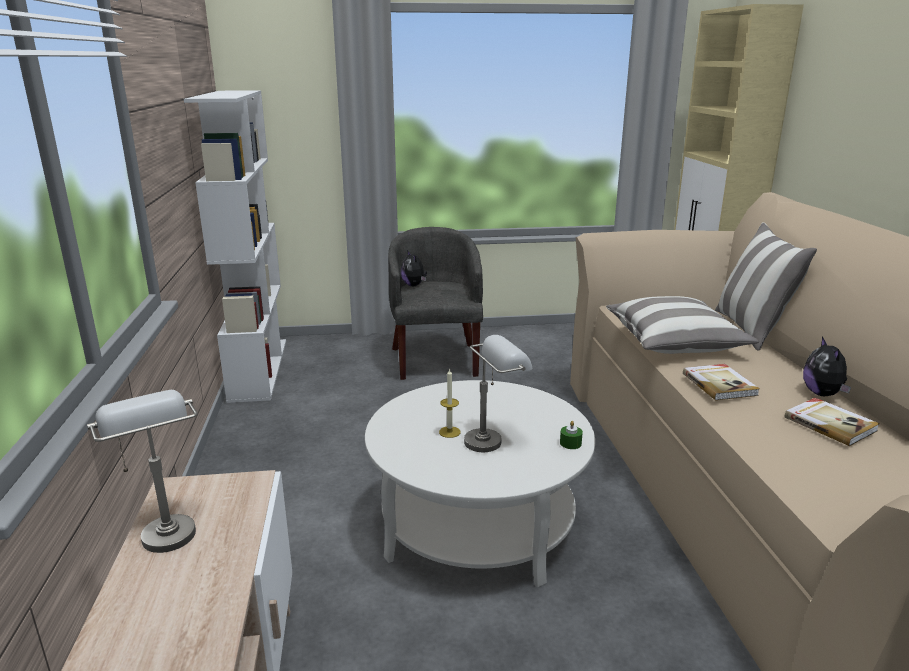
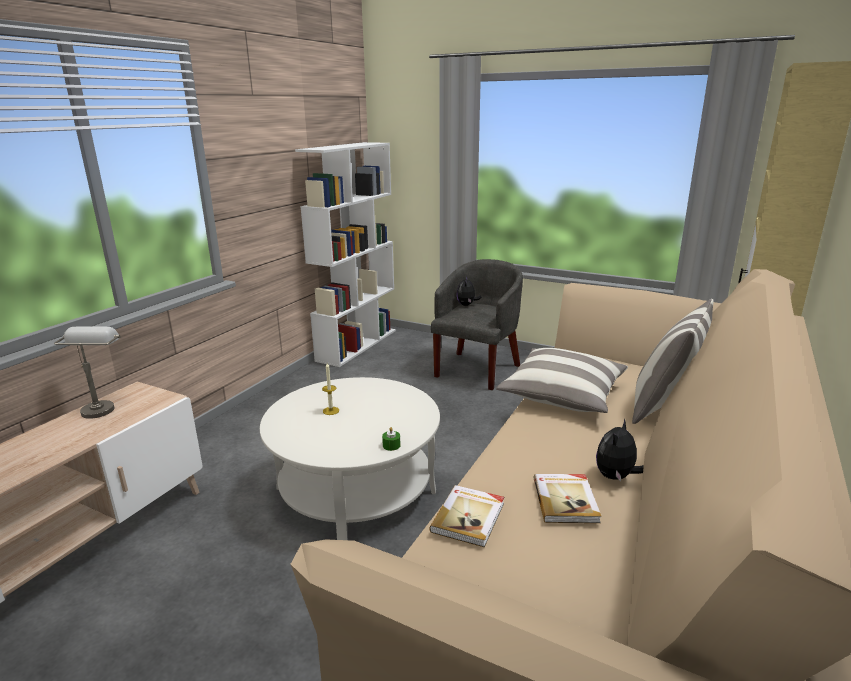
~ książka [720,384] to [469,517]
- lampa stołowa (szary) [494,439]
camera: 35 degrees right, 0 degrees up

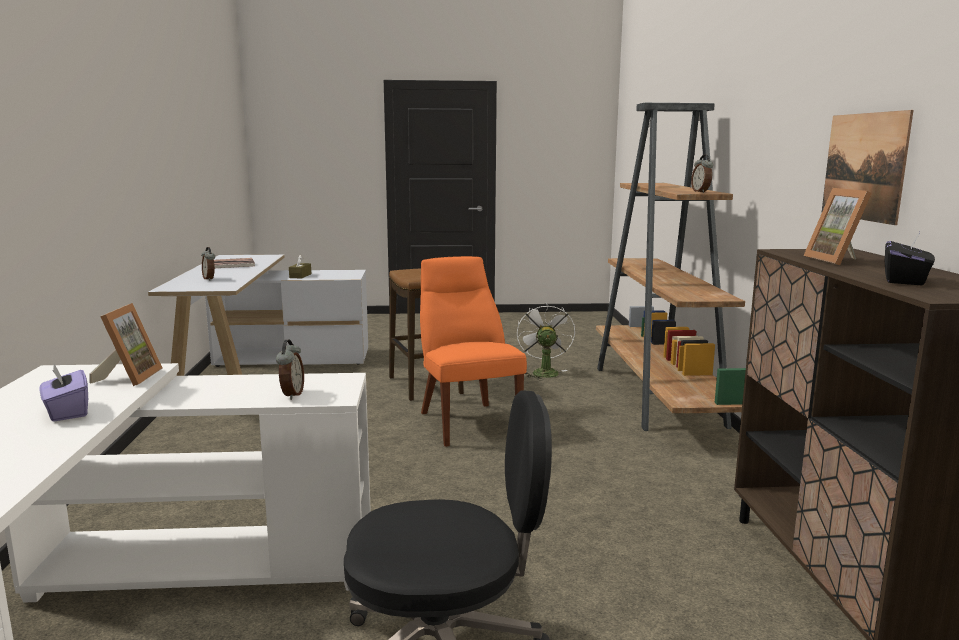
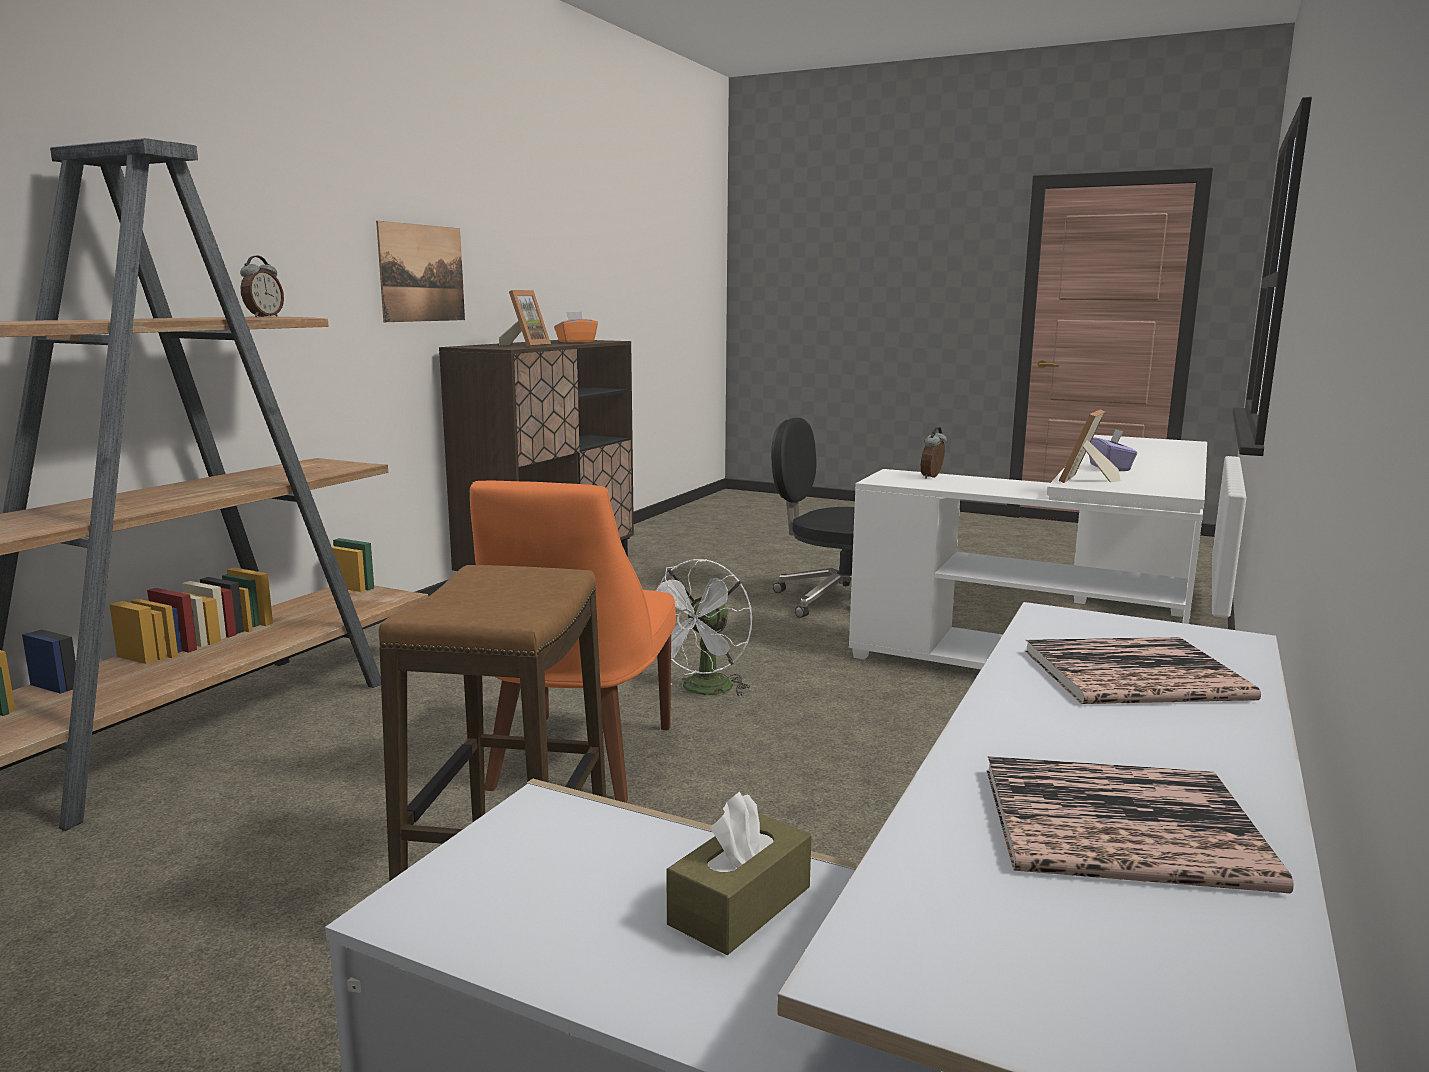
~ pudełko chusteczek (czarny) [905,281] to pudełko chusteczek (pomarańczowy) [576,342]
~ wentylator (biały) [543,372] to [703,691]
~ budzik [210,279] to książka [1134,675]
camera: 150 degrees left, 0 degrees up

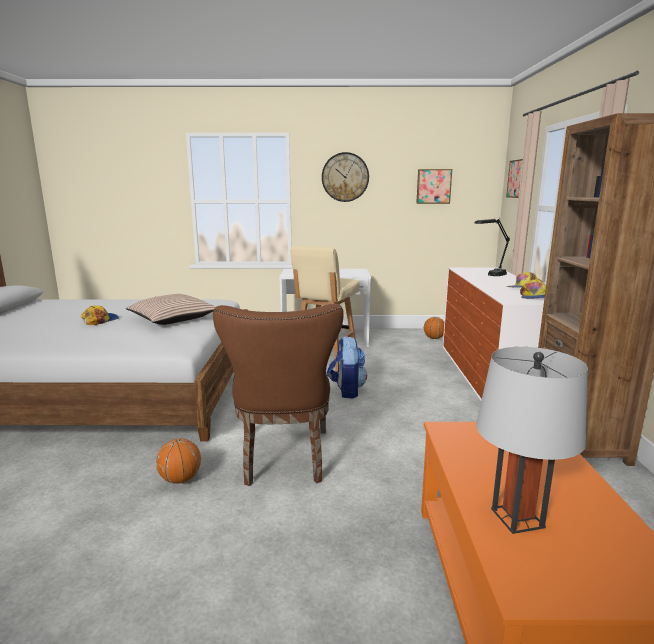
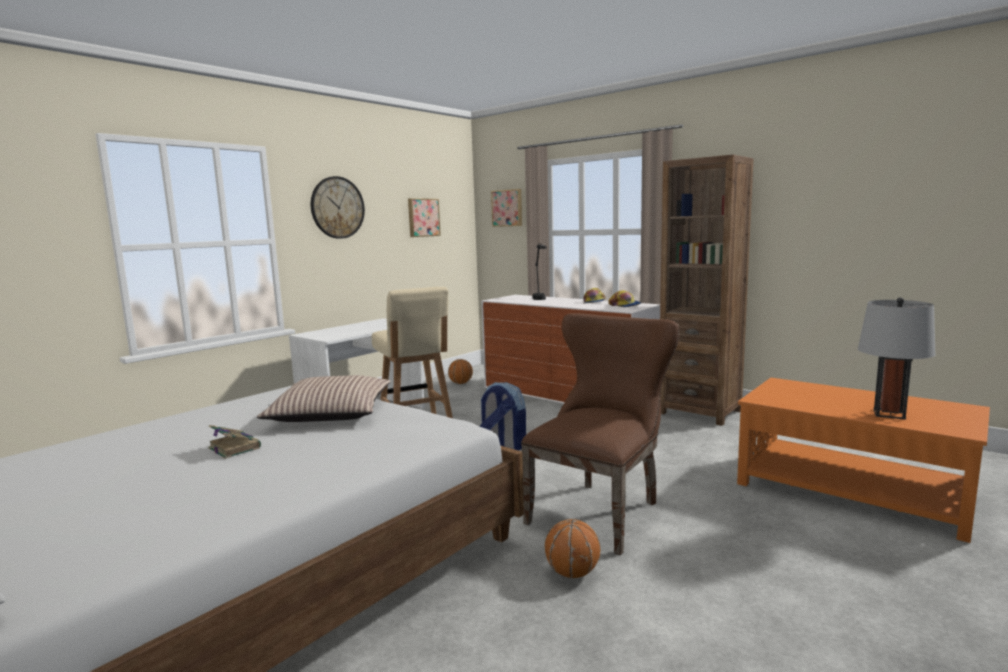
~ czapka z daszkiem [100,320] to książka [234,448]
~ krzesło (brązowy) [284,460] = [600,510] 90 degrees counterclockwise
camera: 50 degrees left, 5 degrees down

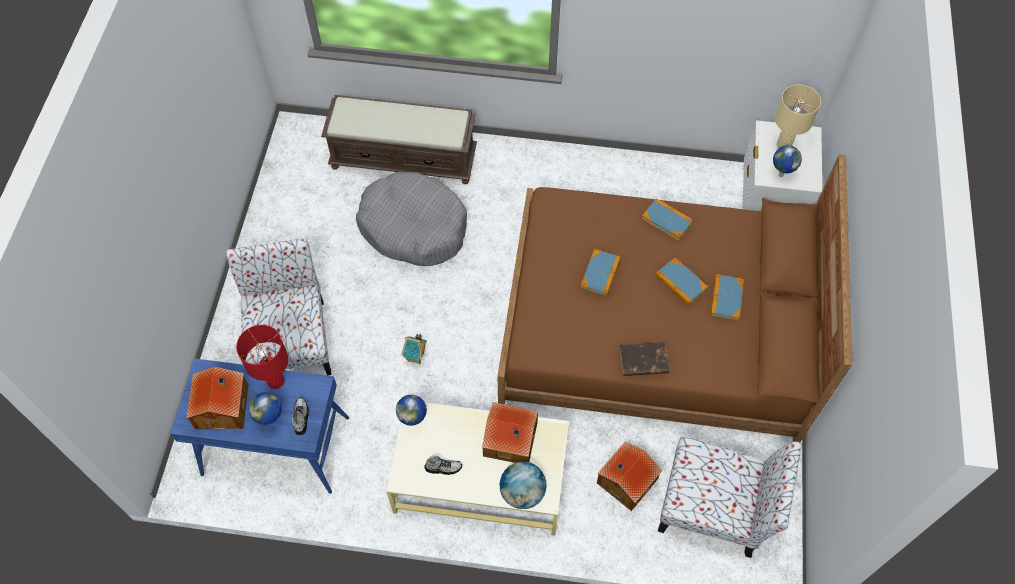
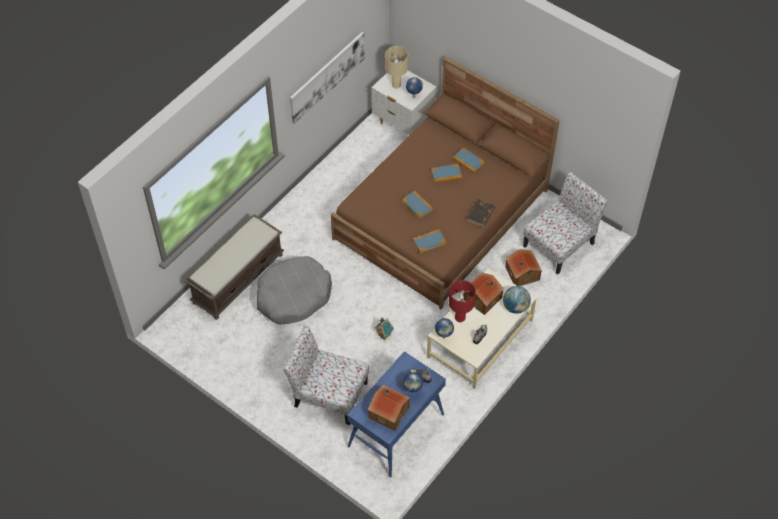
+ obraz [327,76]
~ książka [667,220] to [429,242]
~ lampa stołowa (czerwony) [276,381] to [460,317]
camera: 60 degrees left, 5 degrees down

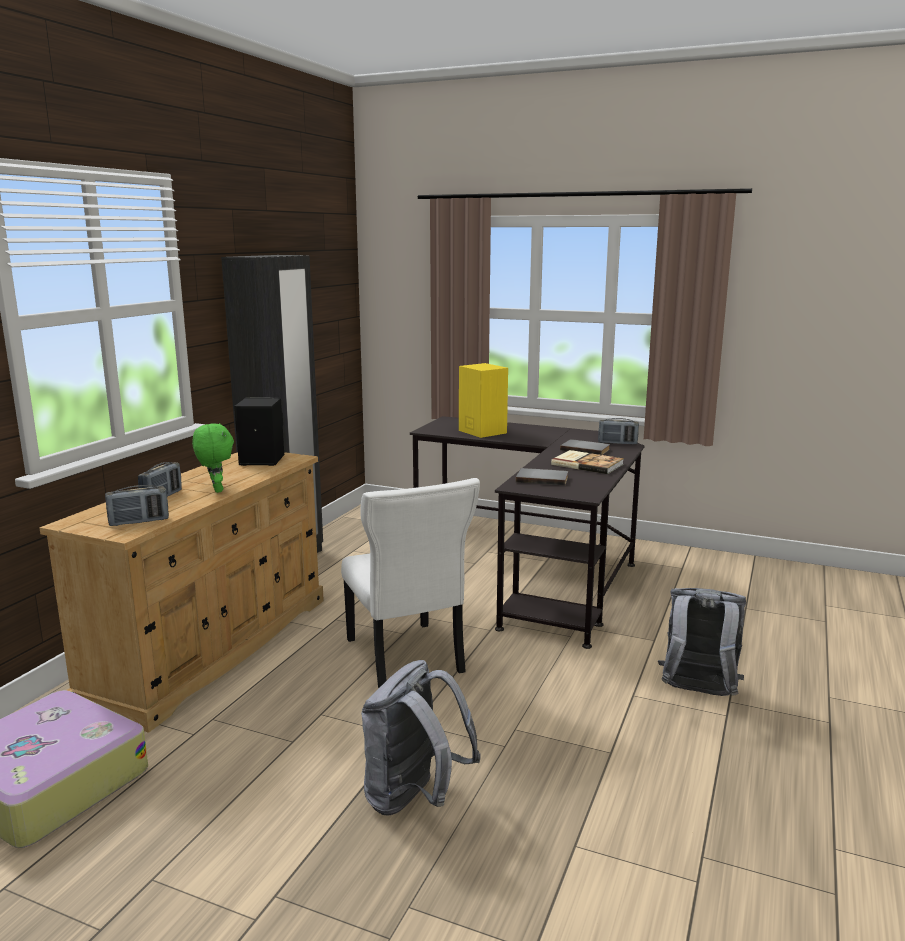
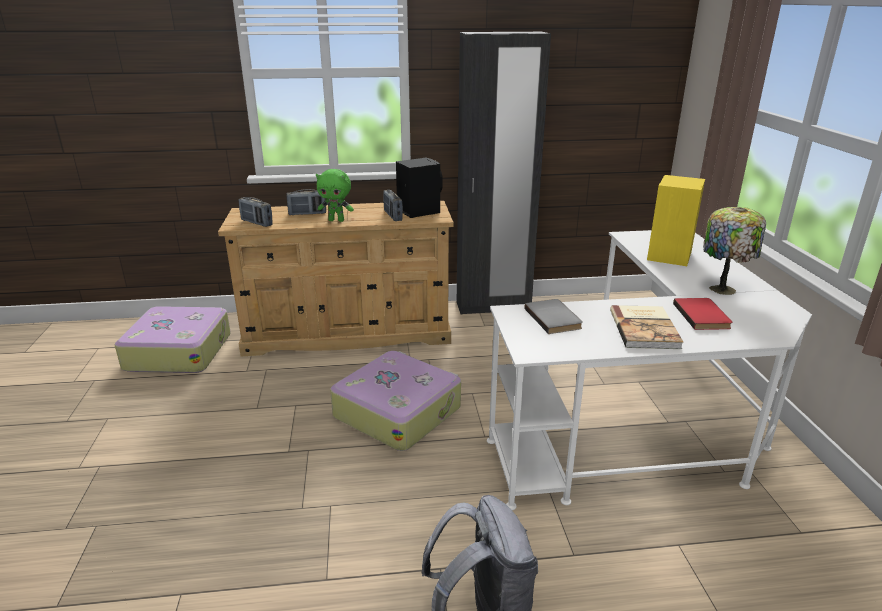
~ pluszak (zielony) [216,490] = [336,220] 60 degrees clockwise
~ krzesło (biały) [405,658] to walizka [397,411]
~ radio [617,443] to [393,216]
~ biurko (czarny) [536,568] to biurko (biały) [643,421]
~ książka (szary) [585,449] to książka (czerwony) [703,316]
+ lampa stołowa [723,288]
- plecak (szary) [414,799]
camera: 60 degrees right, 10 degrees up

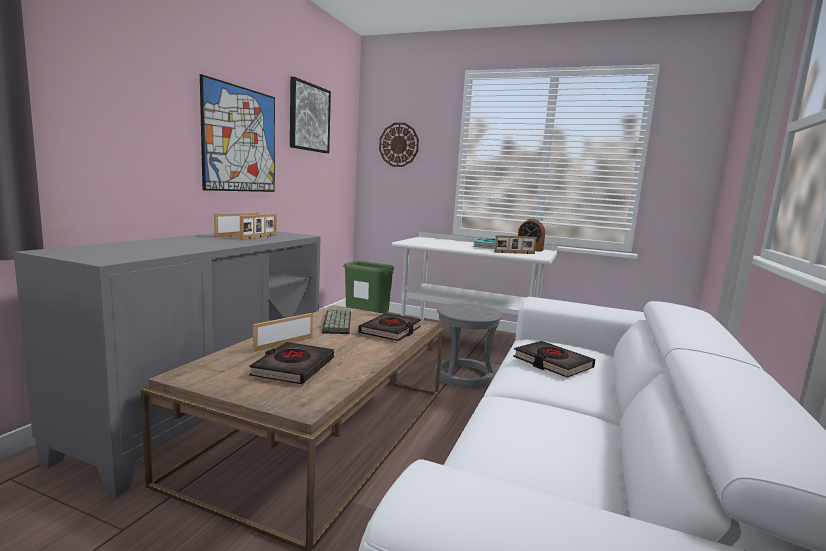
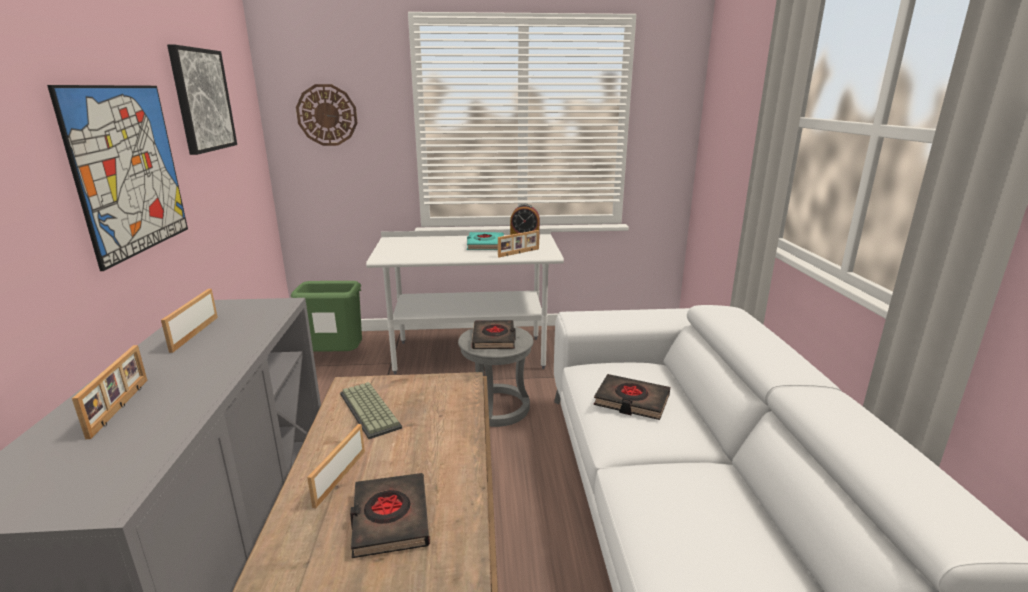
~ ramka na zdjęcie [260,237] to [121,407]
~ książka (czarny) [391,331] to [494,338]
camera: 25 degrees left, 10 degrees up

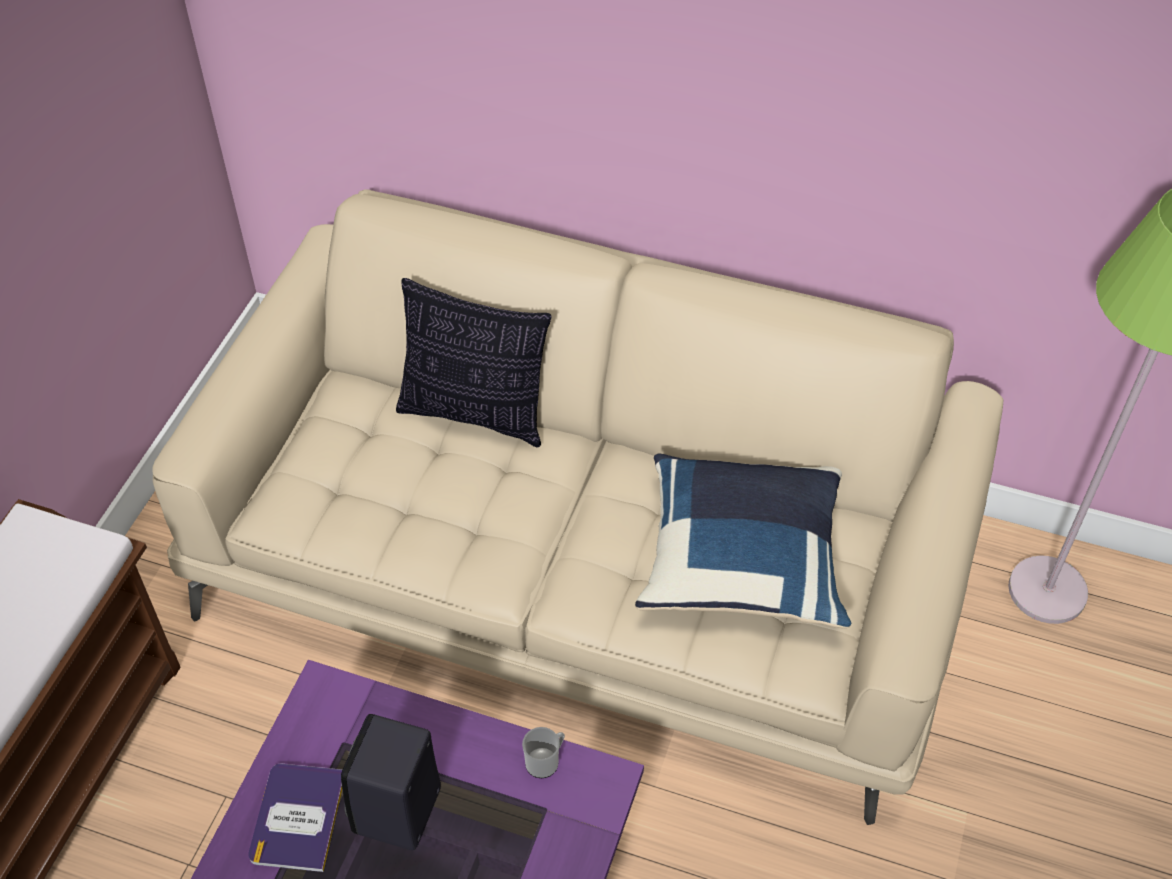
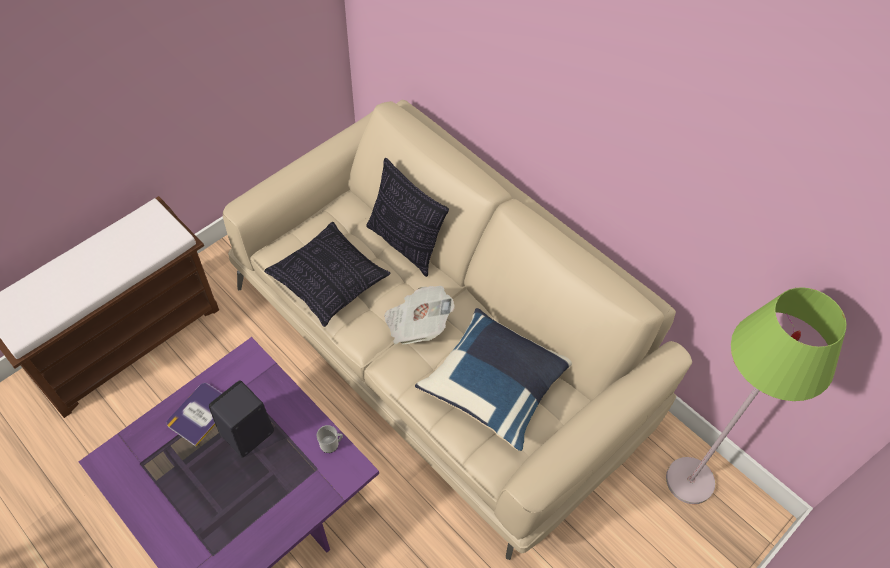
+ poduszka [329,281]
+ gazeta [417,324]
camera: 25 degrees right, 5 degrees up

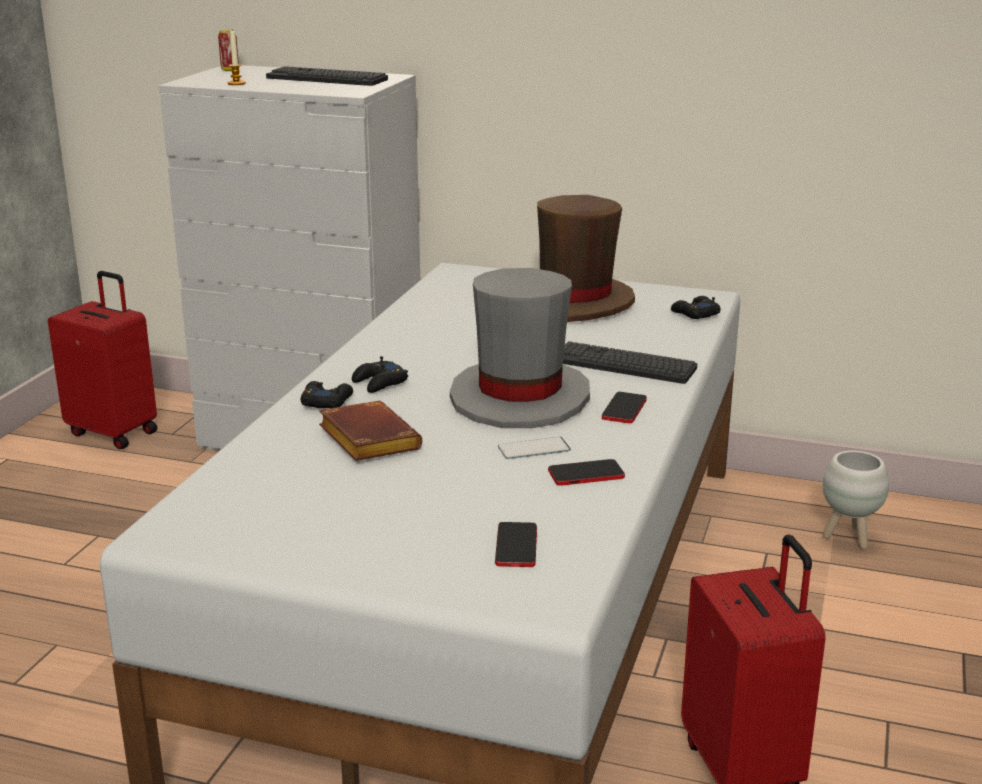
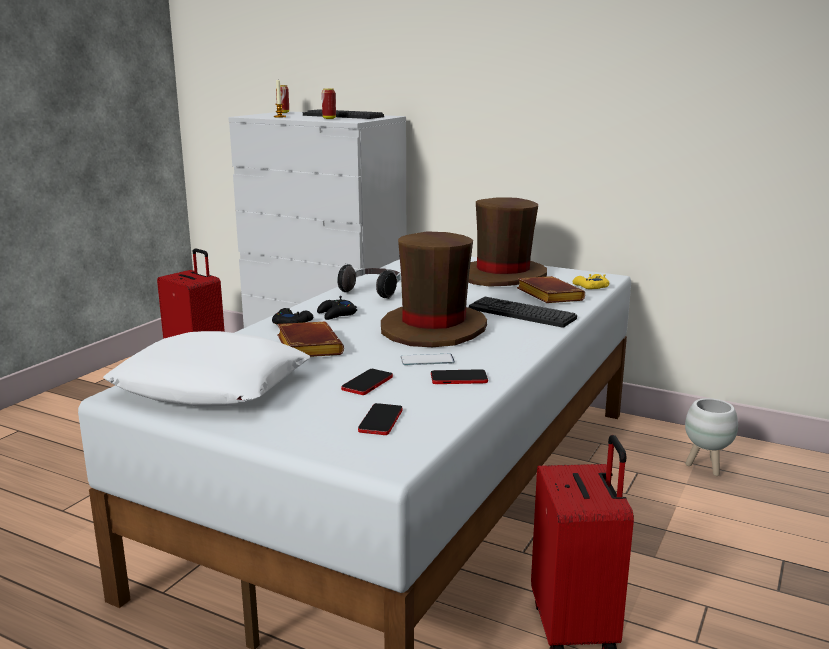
+ poduszka (biały) [211,385]
+ puszka [329,118]
+ słuchawki [373,292]
~ telefon [624,409] to [367,383]
~ kapelusz (szary) [520,398] to kapelusz (brązowy) [433,329]
+ książka (brązowy) [547,296]
~ pad do gier (czarny) [695,314] to pad do gier (żółty) [590,286]
camera: 10 degrees right, 5 degrees down

